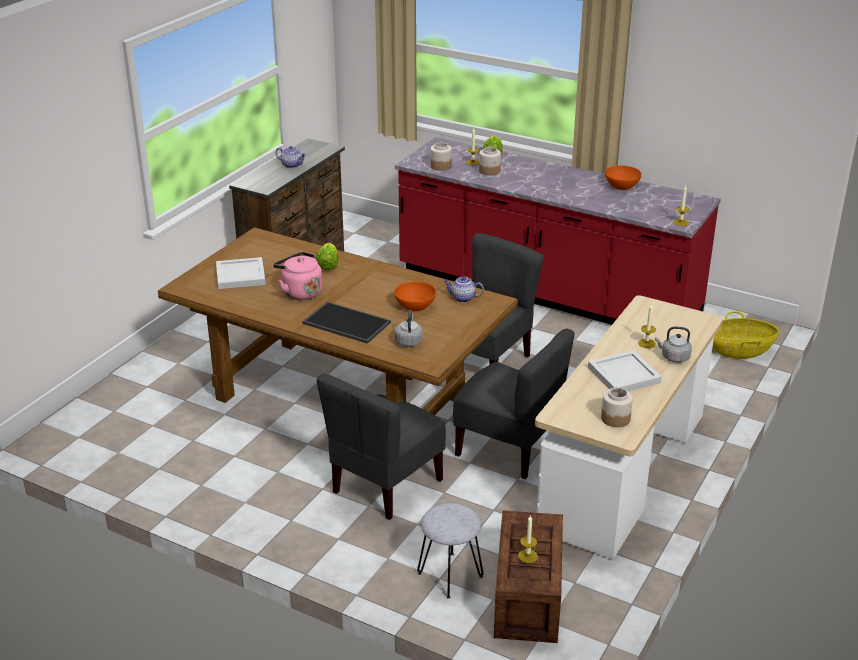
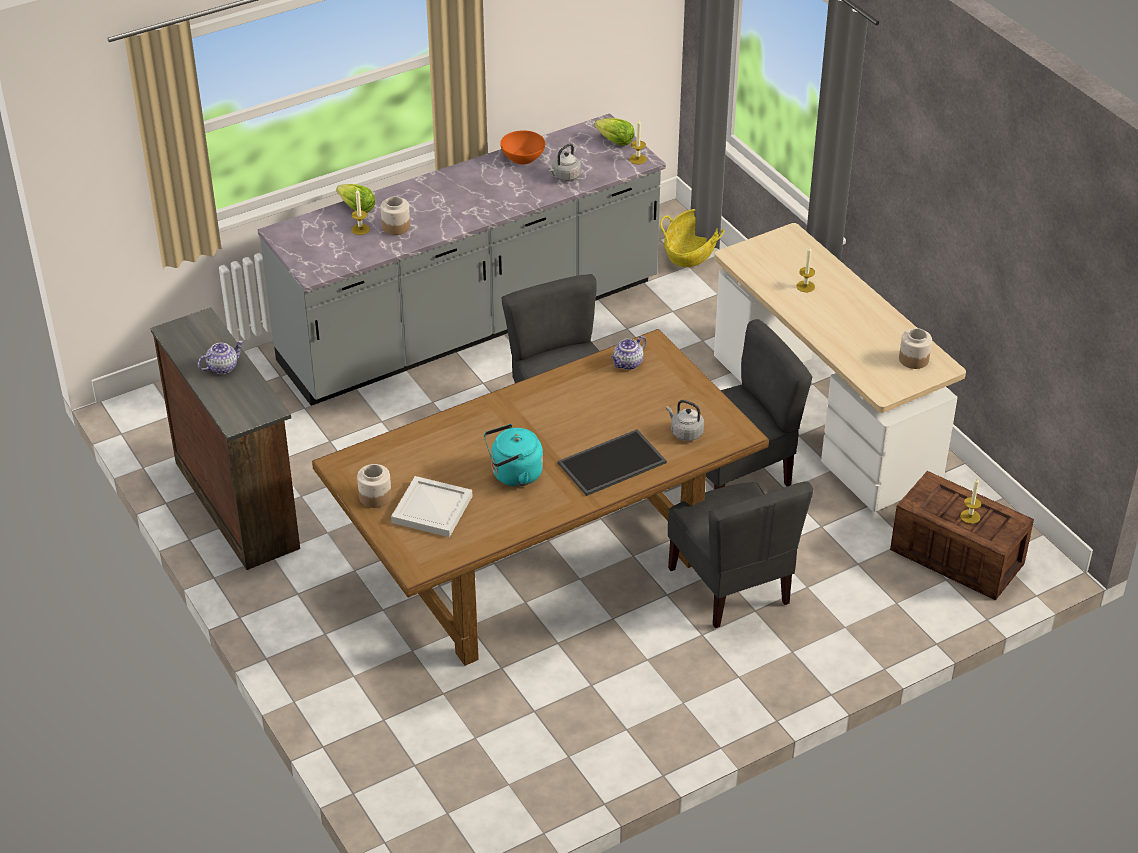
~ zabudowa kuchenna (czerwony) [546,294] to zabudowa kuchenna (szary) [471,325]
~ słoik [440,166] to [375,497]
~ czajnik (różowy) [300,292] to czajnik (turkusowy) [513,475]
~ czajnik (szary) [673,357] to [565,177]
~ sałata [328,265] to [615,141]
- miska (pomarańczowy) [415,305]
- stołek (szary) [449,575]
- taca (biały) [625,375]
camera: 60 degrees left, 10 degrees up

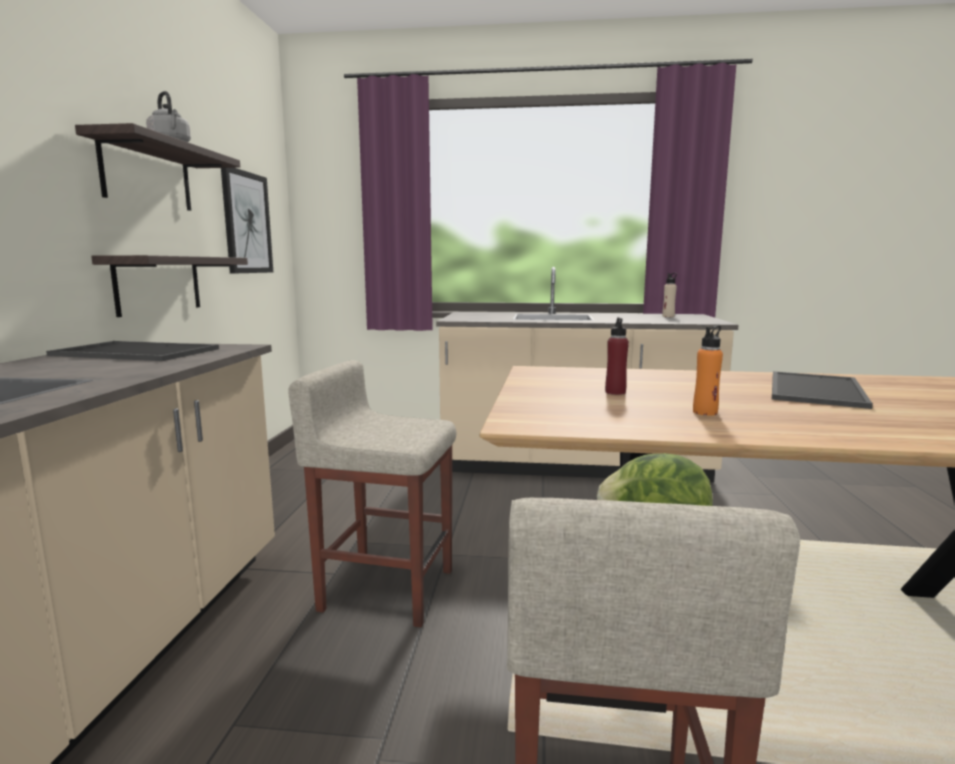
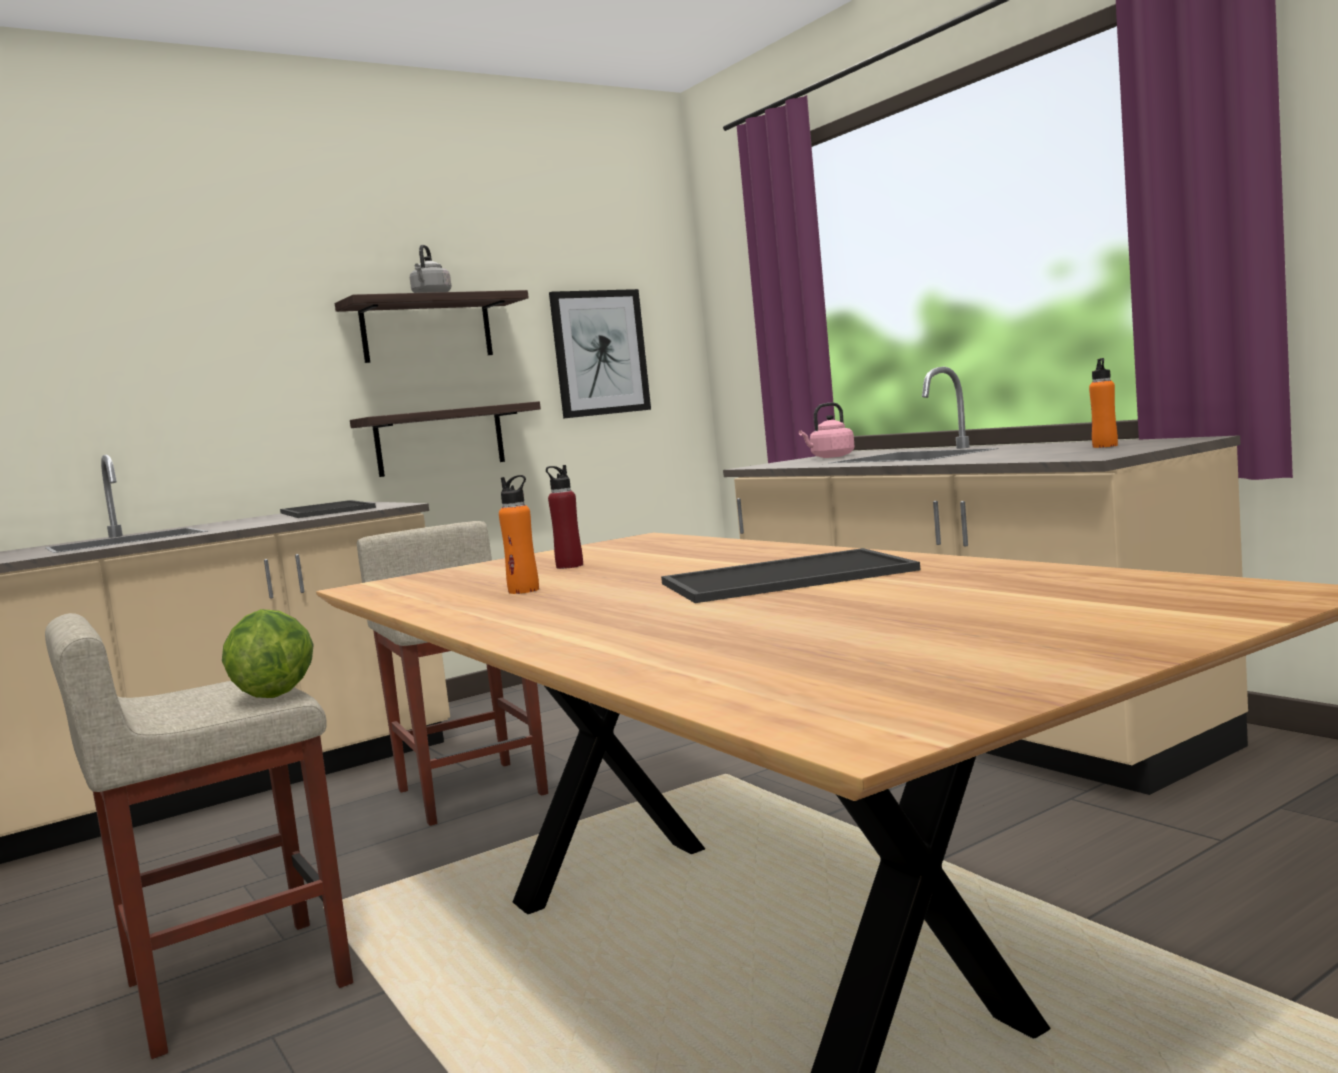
+ czajnik (różowy) [830,457]
~ butelka (beżowy) [668,316] to butelka (pomarańczowy) [1105,446]
camera: 50 degrees right, 5 degrees down

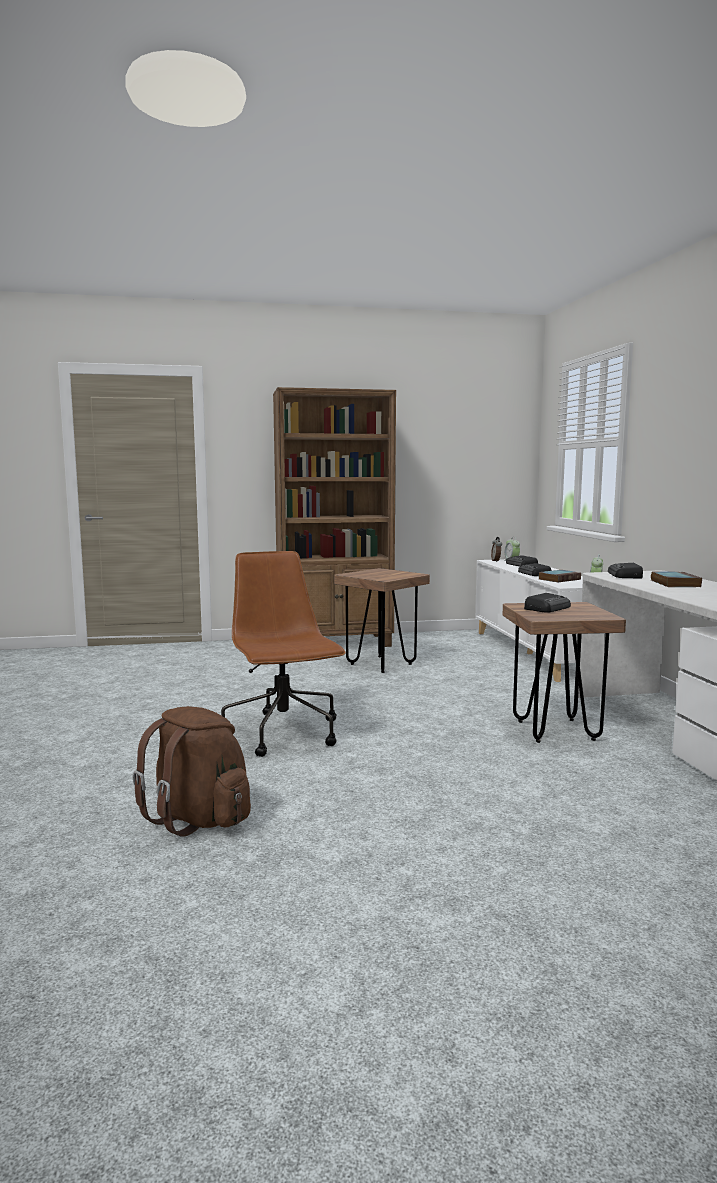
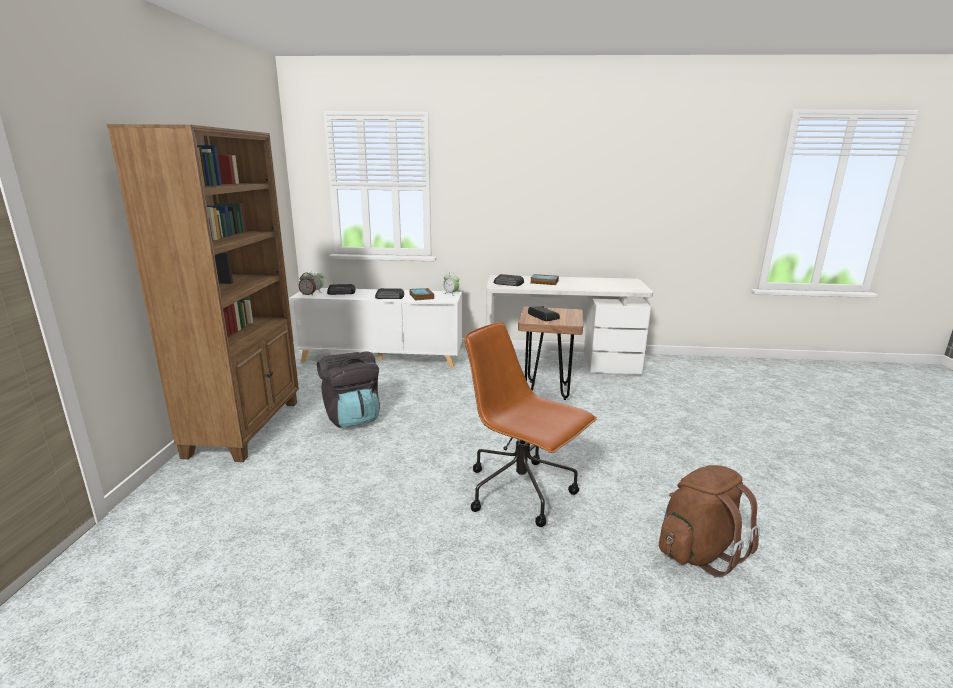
~ stołek (brązowy) [381,664] to plecak (czarny) [352,417]
~ krzesło biurowe (brązowy) [284,734] = [522,491] 45 degrees clockwise
camera: 75 degrees left, 10 degrees up

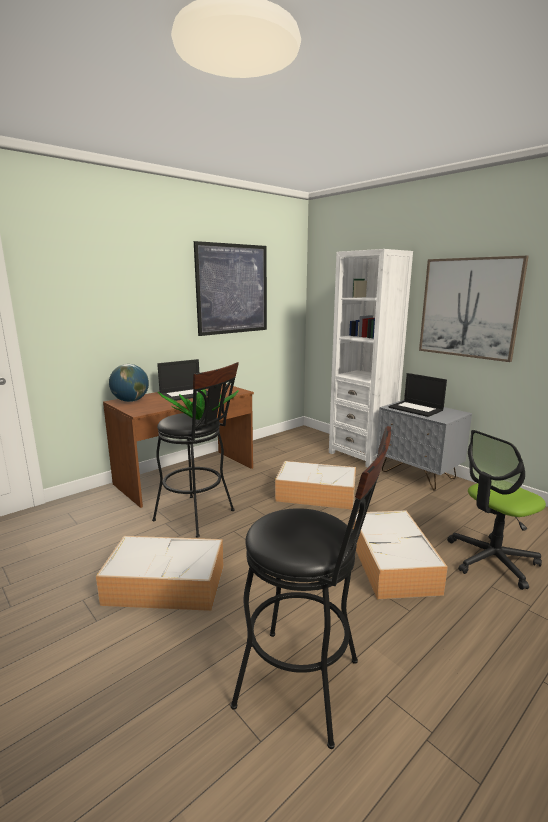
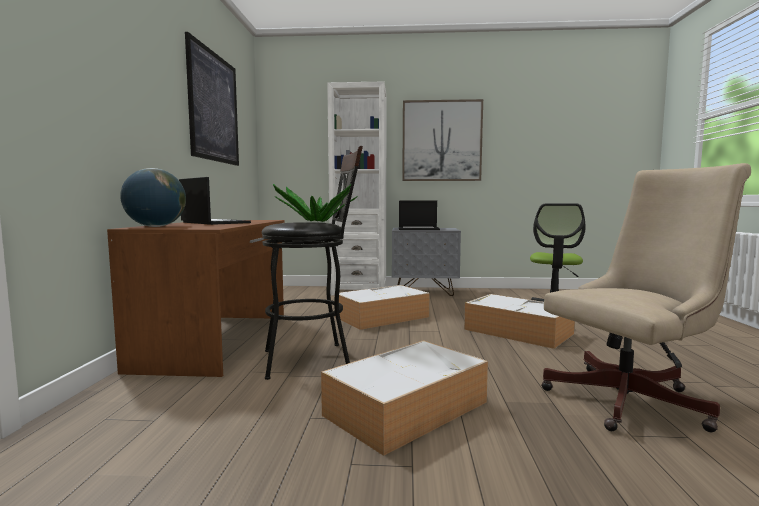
~ laptop [186,394] = [214,222] 60 degrees counterclockwise
~ stołek (czarny) [309,686] to krzesło biurowe (beżowy) [634,399]
camera: 45 degrees left, 10 degrees down

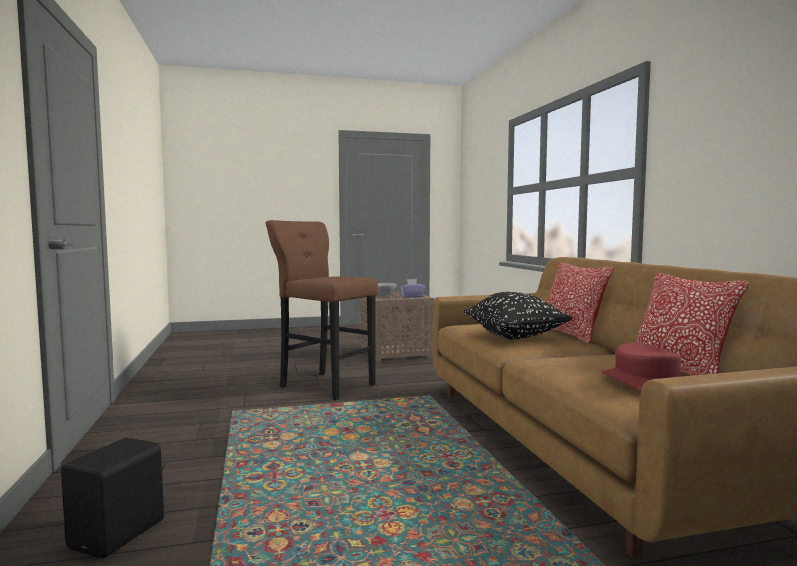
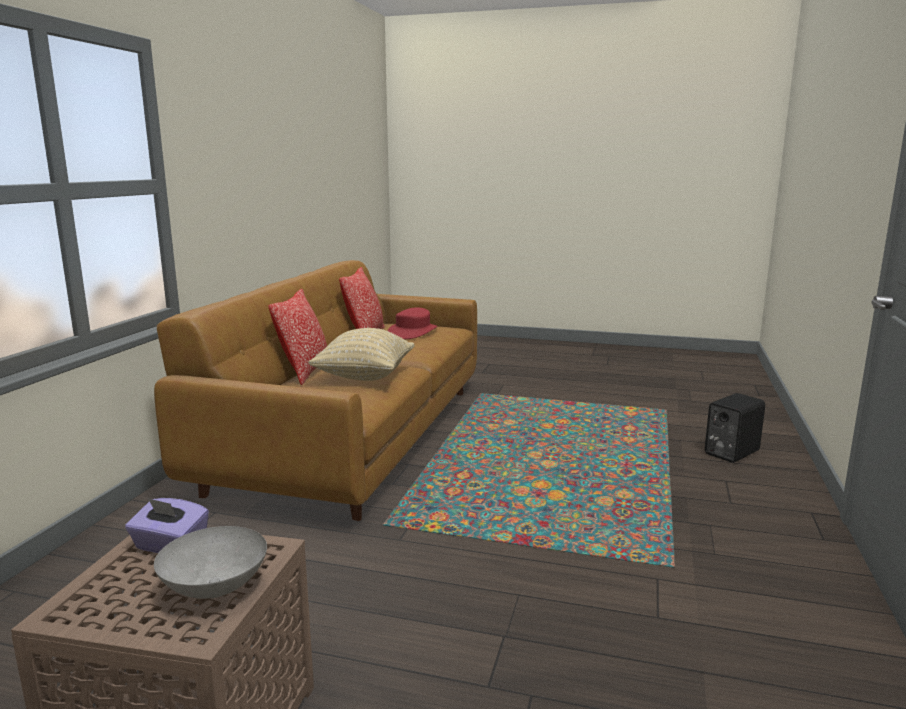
~ poduszka (czarny) [515,337] to poduszka (beżowy) [364,377]
- stołek (brązowy) [324,385]
camera: 150 degrees left, 10 degrees up

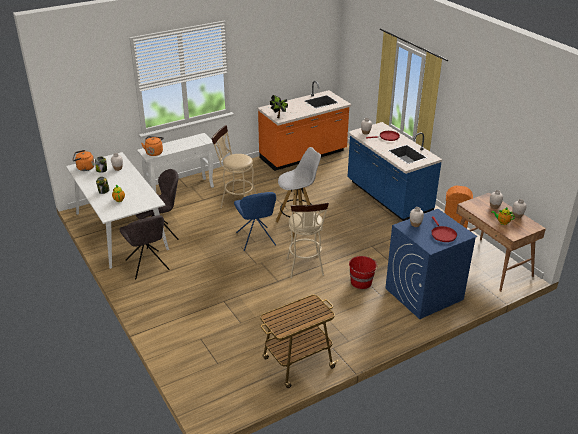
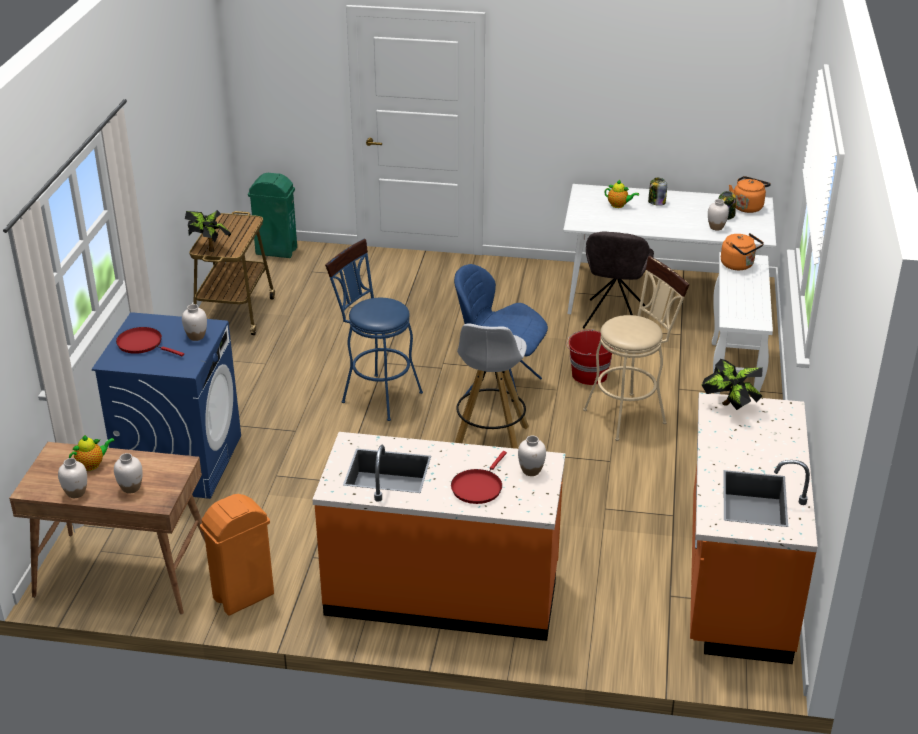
+ roślina doniczkowa [210,248]
+ kosz na śmieci (zielony) [276,251]
~ zabudowa kuchenna (niebieski) [388,198] to zabudowa kuchenna (pomarańczowy) [442,591]
~ stołek (beżowy) [305,269] to stołek (niebieski) [376,395]
~ wiadro (czerwony) [361,282] to [588,375]
- krzesło (szary) [147,266]
camera: 130 degrees right, 0 degrees up

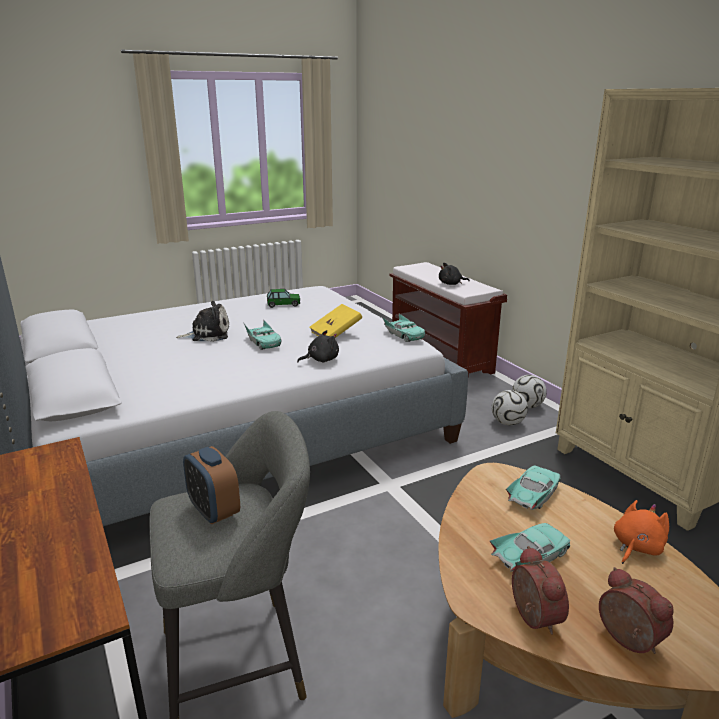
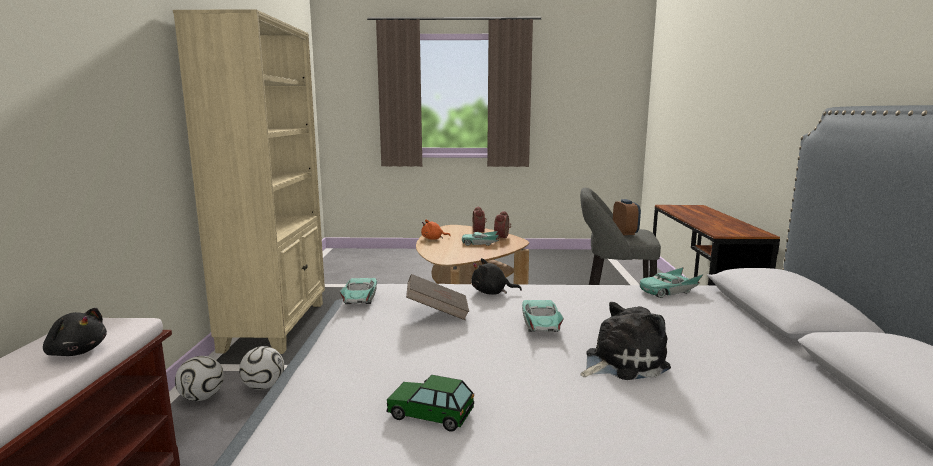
~ książka (żółty) [336,334] to książka (brązowy) [437,312]
~ pluszak [208,334] = [621,362] 135 degrees clockwise
~ samochodzik (turkusowy) [533,496] to [668,291]
camera: 150 degrees left, 10 degrees down

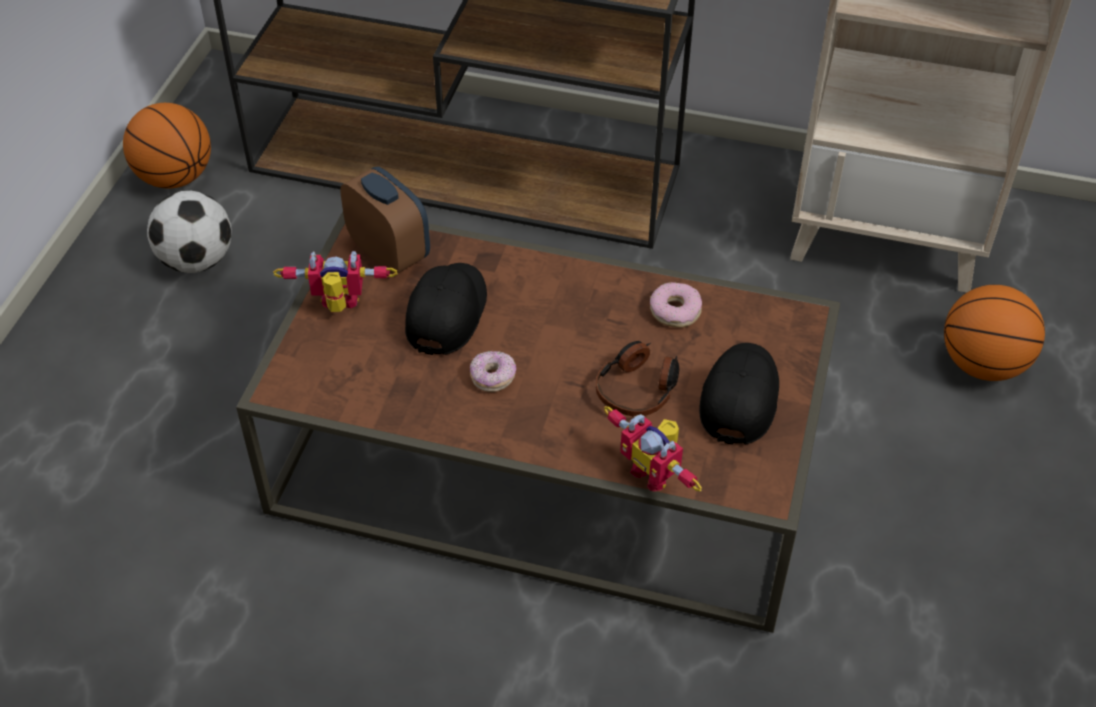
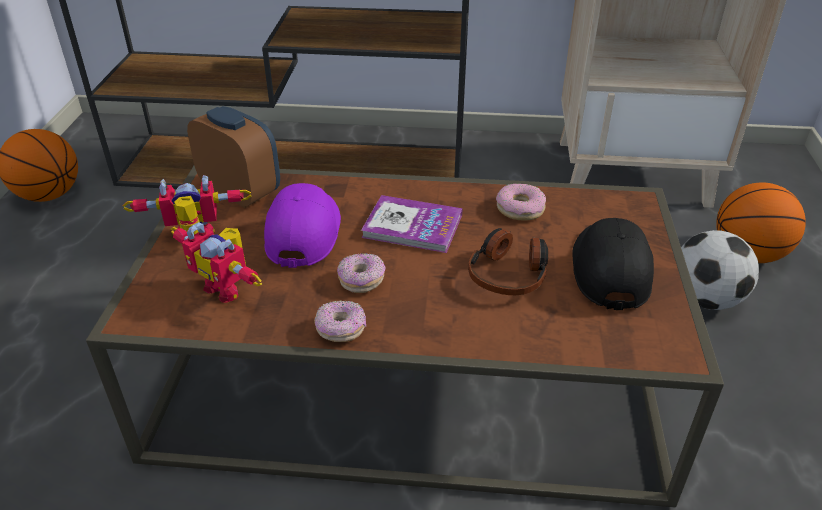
~ robot zabawkowy [654,472] to [227,287]
~ czapka z daszkiem (czarny) [447,313] to czapka z daszkiem (fioletowy) [304,232]
+ donut [341,330]
+ książka [412,226]
~ piłka futbolowa [197,261] to [705,299]
camera: 10 degrees left, 10 degrees down

